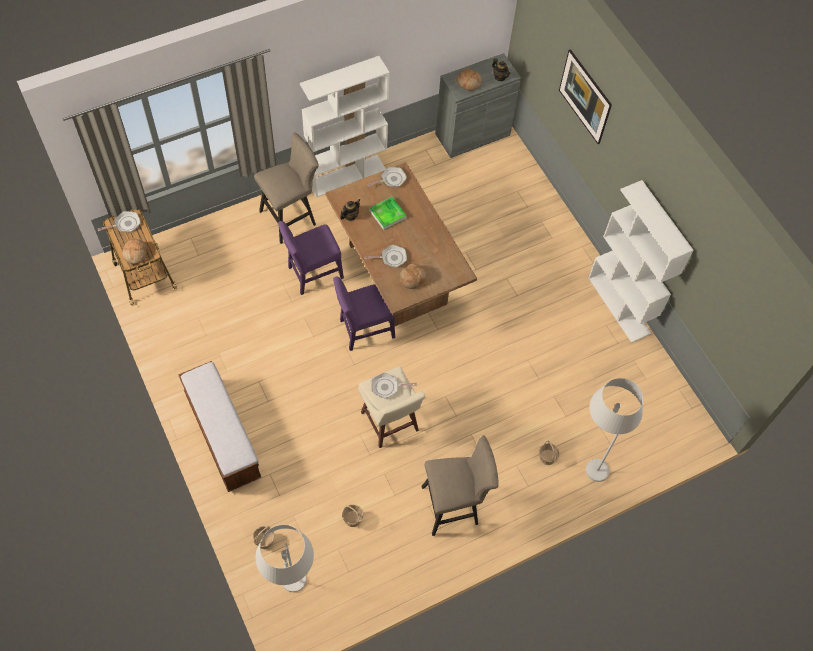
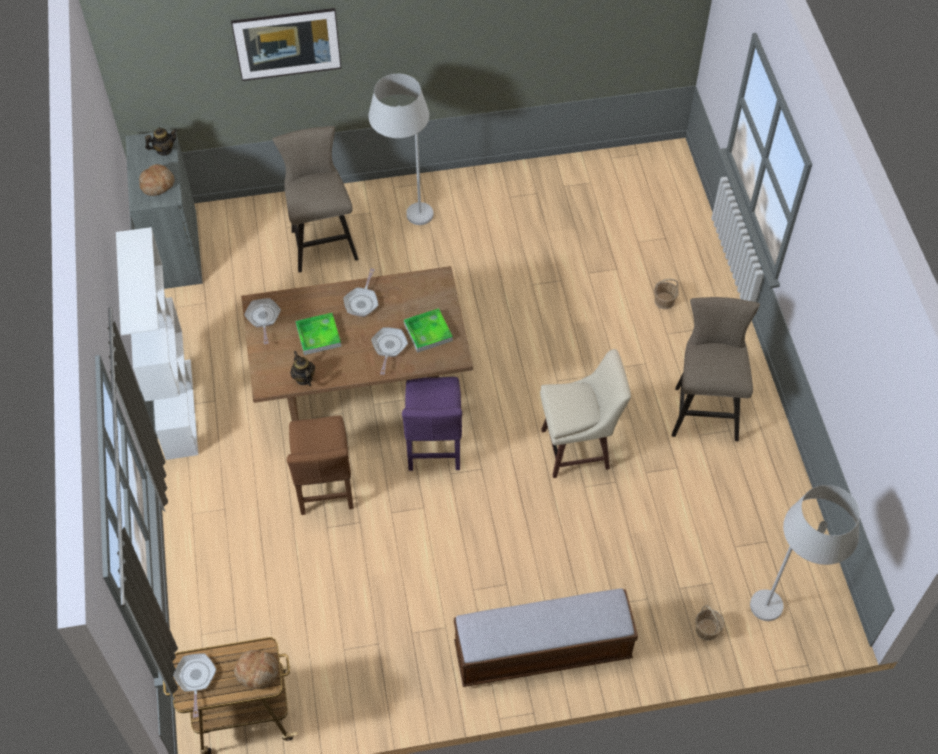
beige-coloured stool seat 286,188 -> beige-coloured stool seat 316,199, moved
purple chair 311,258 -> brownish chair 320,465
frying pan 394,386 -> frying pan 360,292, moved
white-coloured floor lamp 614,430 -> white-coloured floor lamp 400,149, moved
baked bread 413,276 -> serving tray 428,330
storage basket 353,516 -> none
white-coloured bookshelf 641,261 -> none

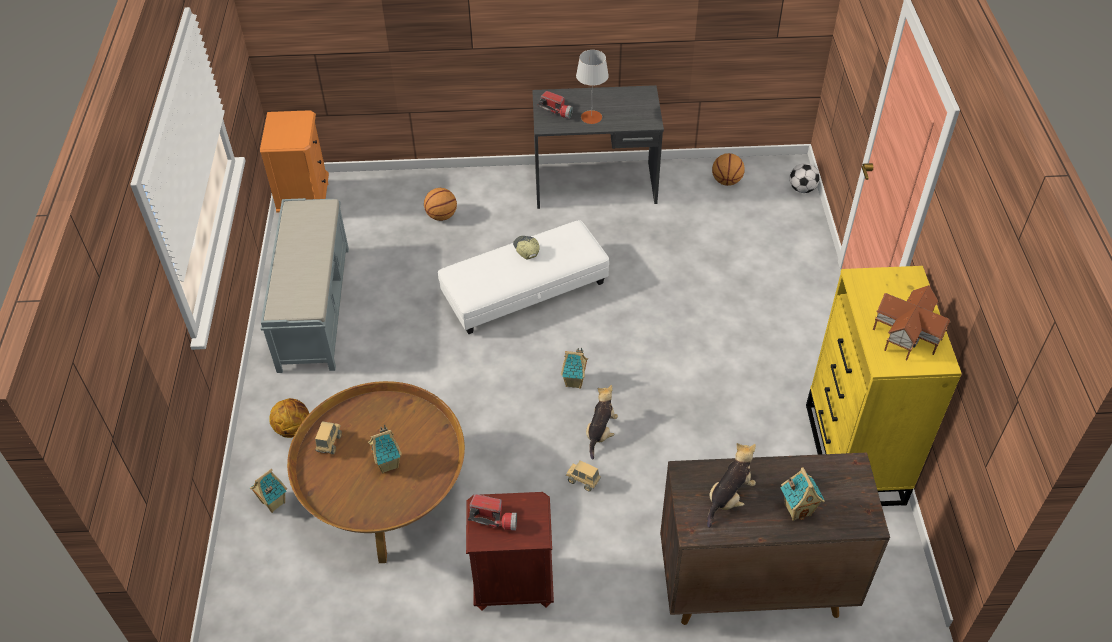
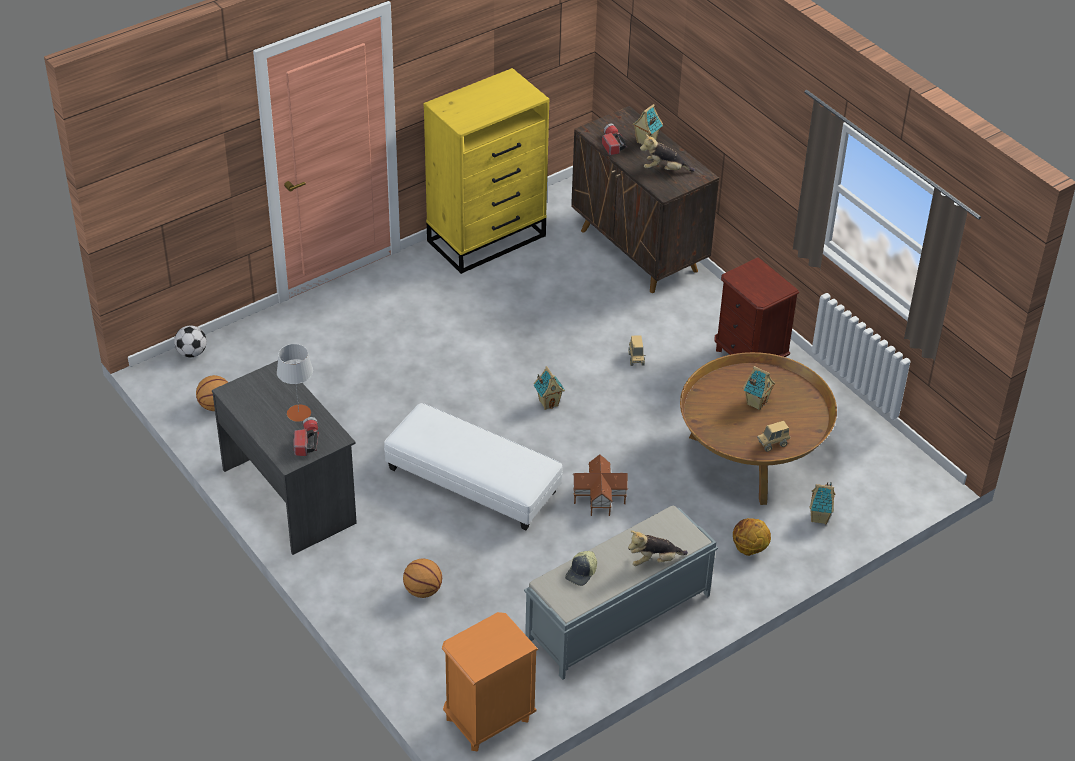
baseball cap 526,247 -> baseball cap 581,568, moved
miniature house 912,322 -> miniature house 600,485, moved
torch 492,512 -> torch 615,139, moved
plush toy 602,422 -> plush toy 658,548, moved

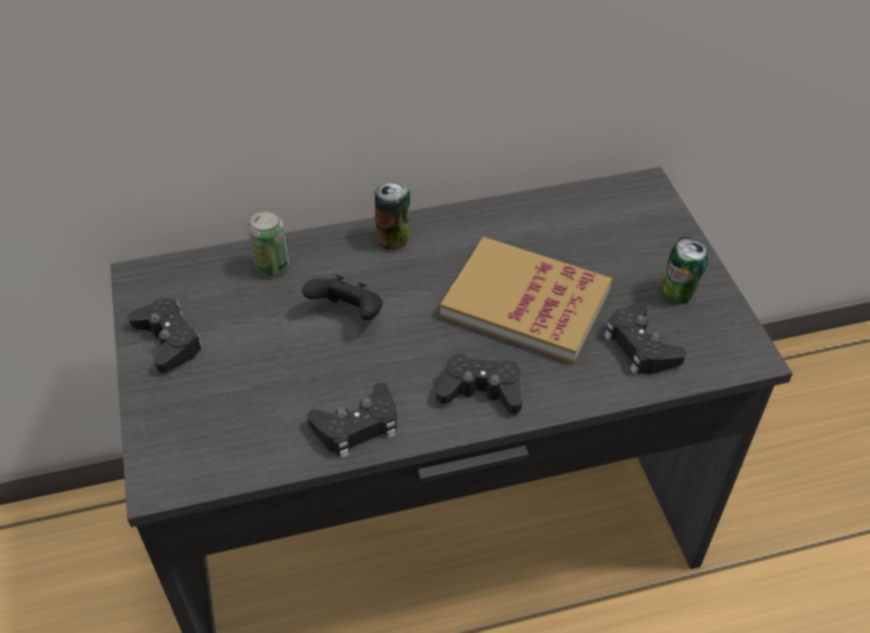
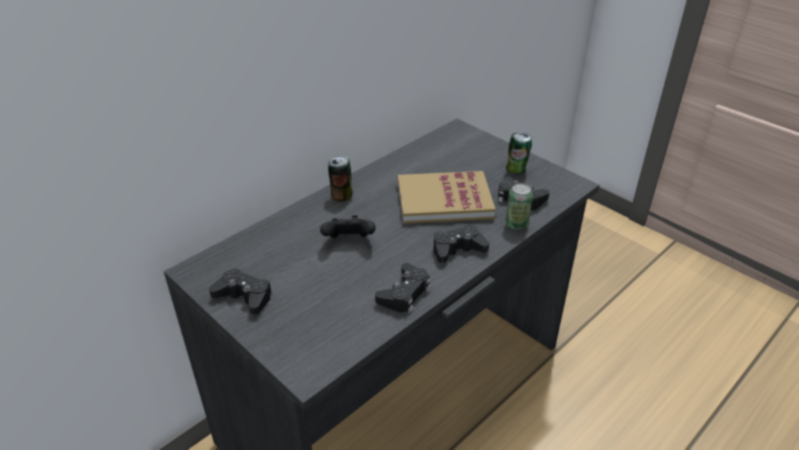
sealed can 268,243 -> sealed can 519,206, moved

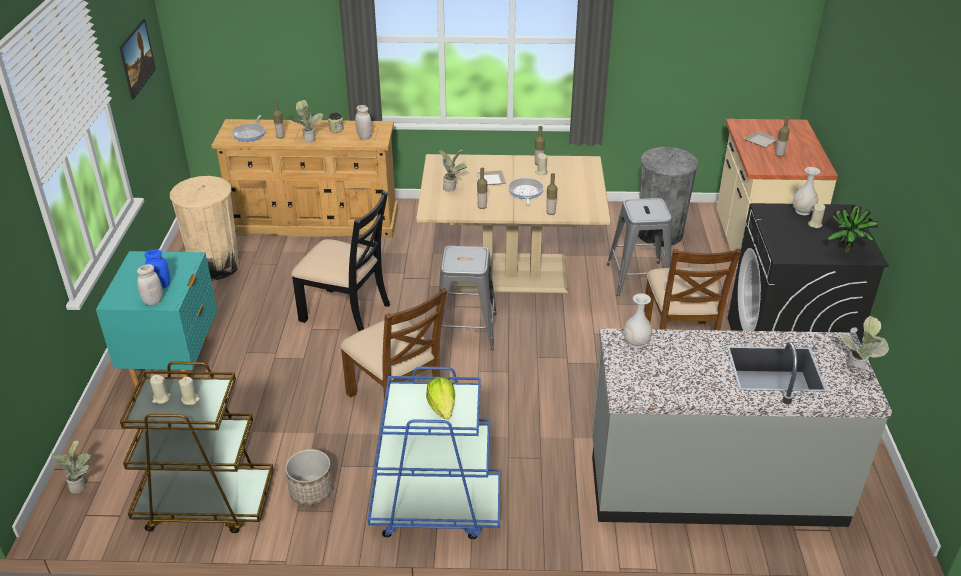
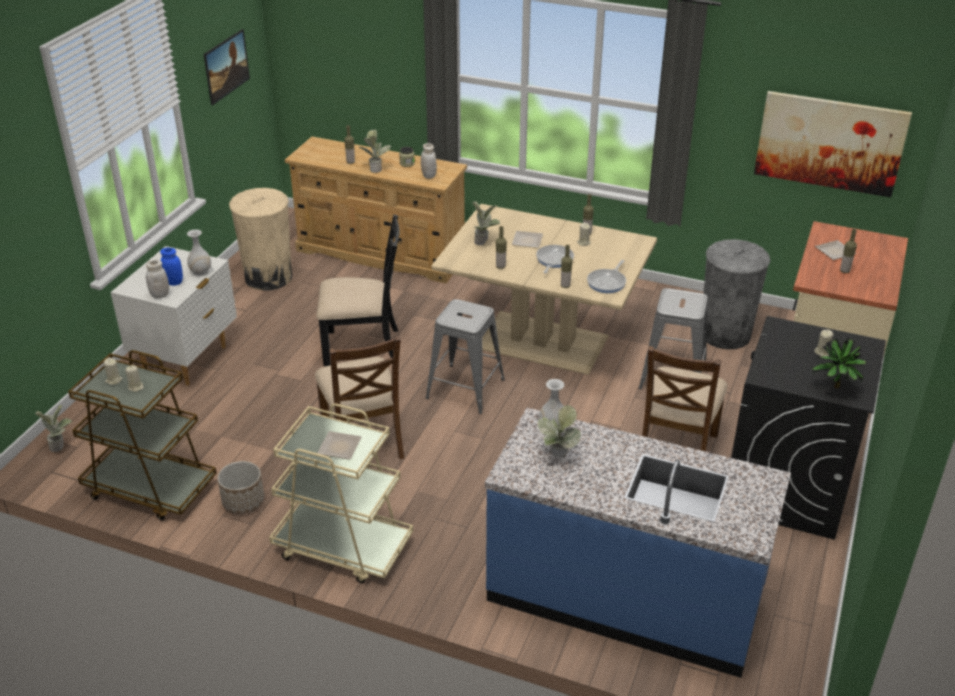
blue-green bedside table 156,320 -> white-coloured bedside table 174,316
white-coloured vase 806,191 -> white-coloured vase 199,252, moved
bluish trolley 433,453 -> beige-coloured trolley 341,493
black-coloured chair 340,261 -> black-coloured chair 358,290, 45 degrees counterclockwise
lettuce 440,398 -> dinner plate 339,445
greyish kitchen counter 742,427 -> bluish kitchen counter 638,543
houseplant 864,342 -> houseplant 559,431, moved
frying pan 248,128 -> frying pan 606,276, moved
none -> wall picture 833,144

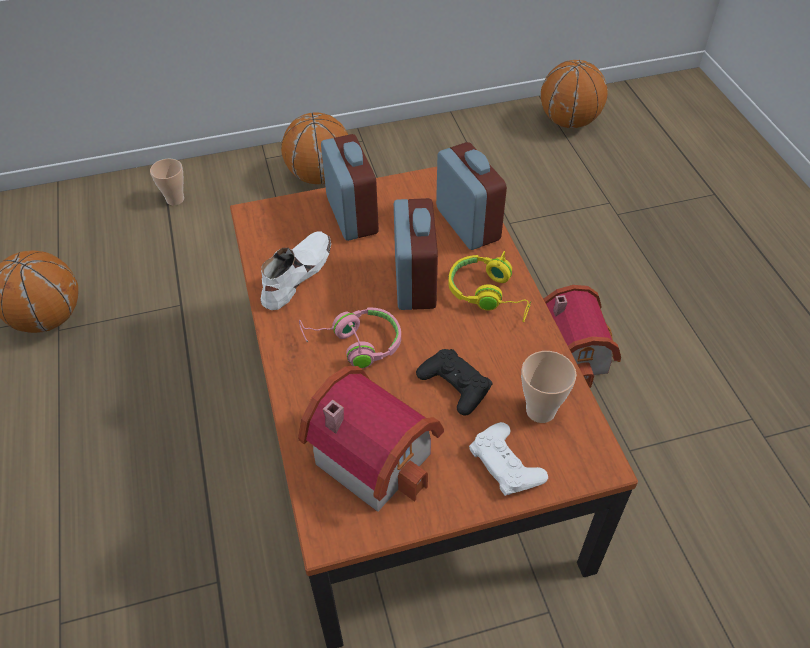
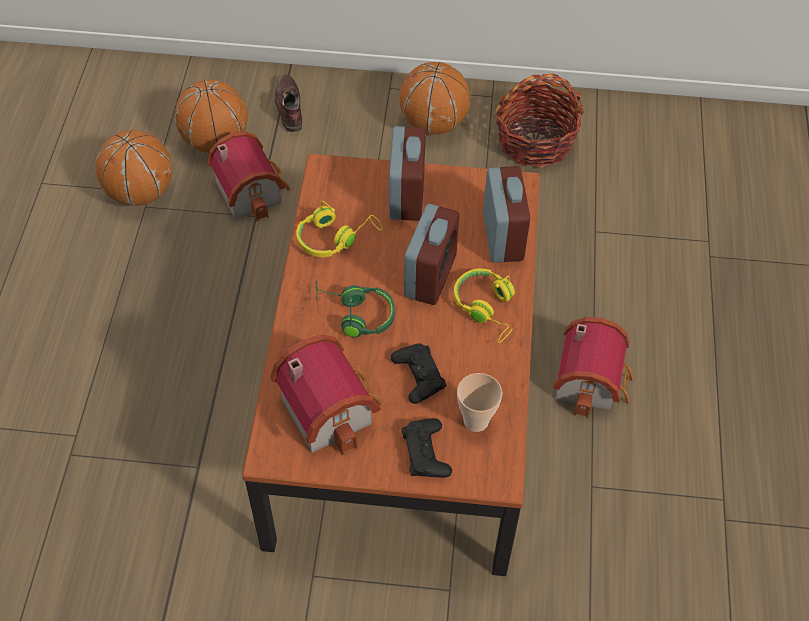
basketball 574,94 -> basketball 211,116, moved
none -> miniature house 248,176
small cup 167,182 -> brownish shoe 288,103
white-coloured shoe 296,271 -> yellow-coloured headphones 339,229
pink headphones 350,338 -> greenish headphones 355,308
white-coloured gamepad 508,459 -> black-coloured gamepad 427,448
none -> storage basket 539,121

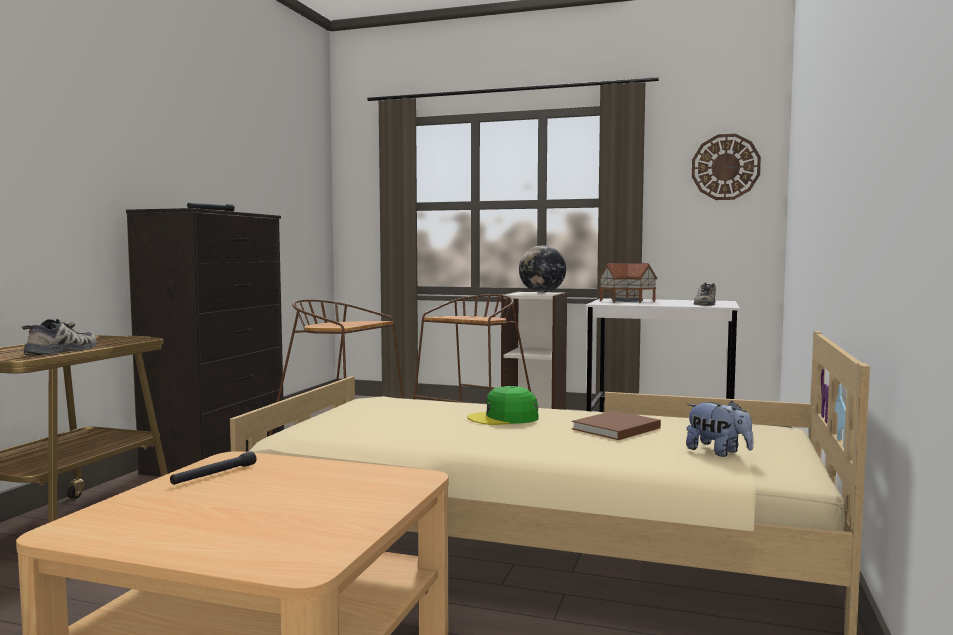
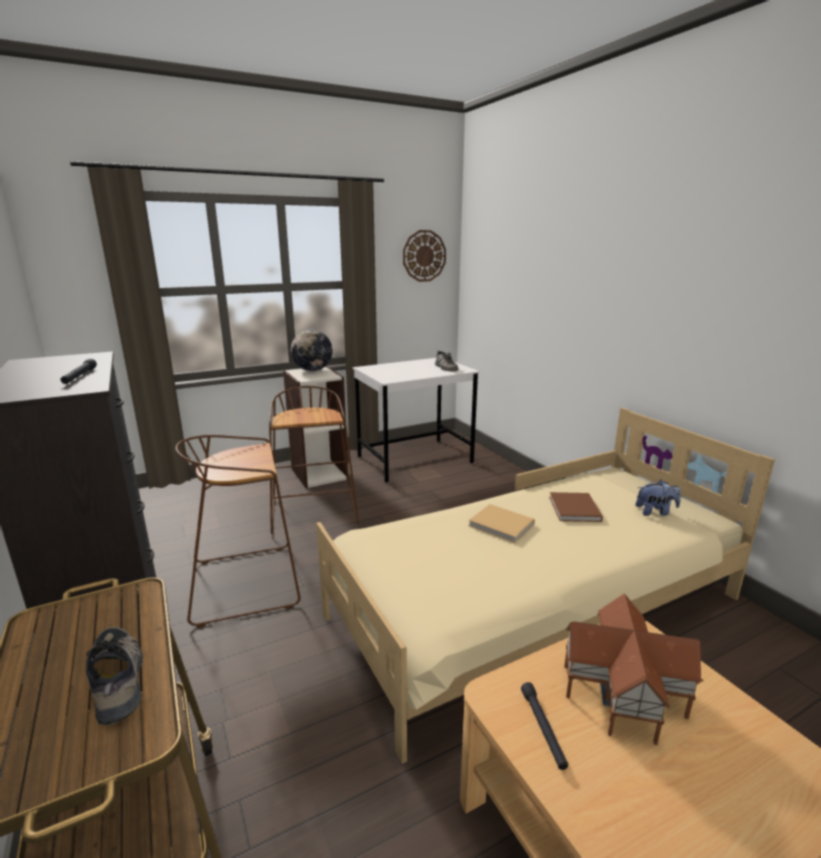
greenish baseball cap 503,405 -> beige-coloured book 501,523
miniature house 628,283 -> miniature house 633,669, moved

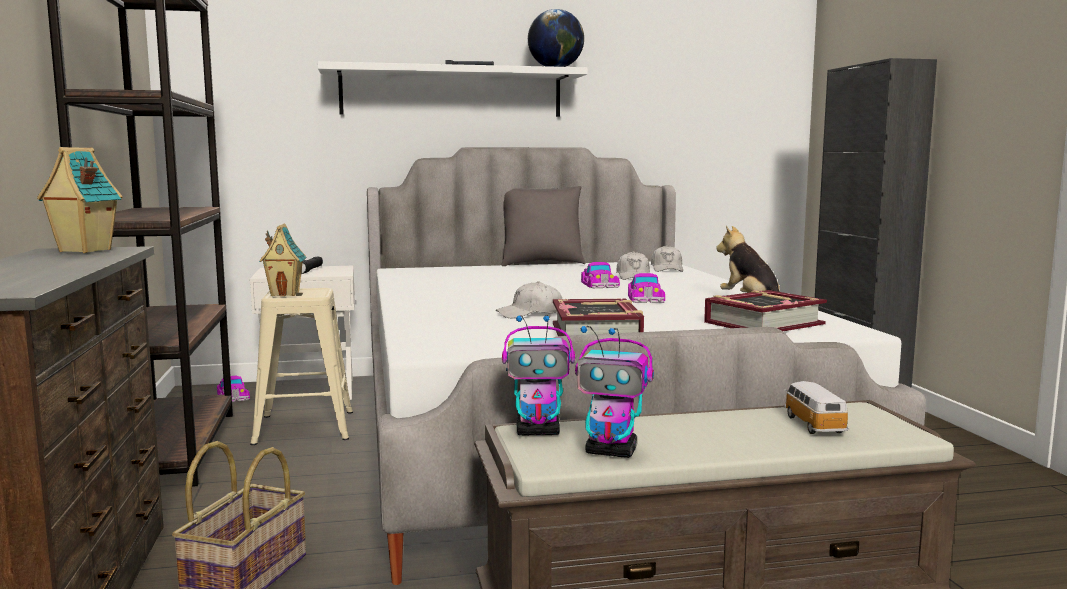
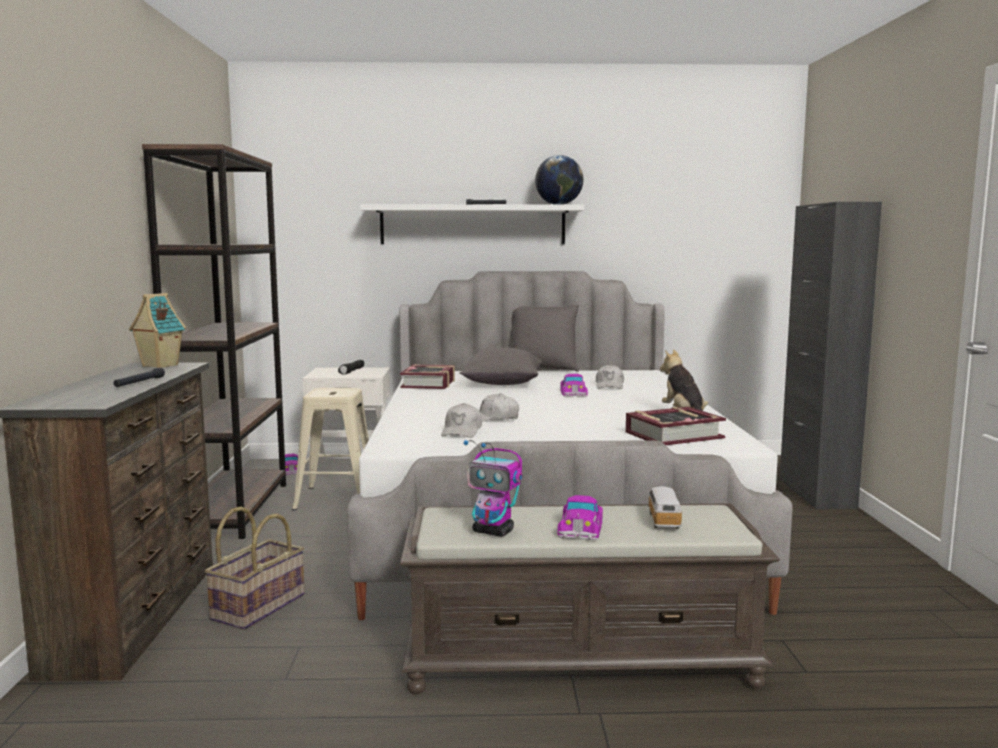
none -> black-coloured torch 139,377
book 598,317 -> book 427,376, moved
white-coloured baseball cap 667,258 -> white-coloured baseball cap 461,420, moved
none -> greyish throw pillow 500,366
toy car 646,288 -> toy car 580,517, moved
miniature house 283,260 -> none
robot figure 538,375 -> none

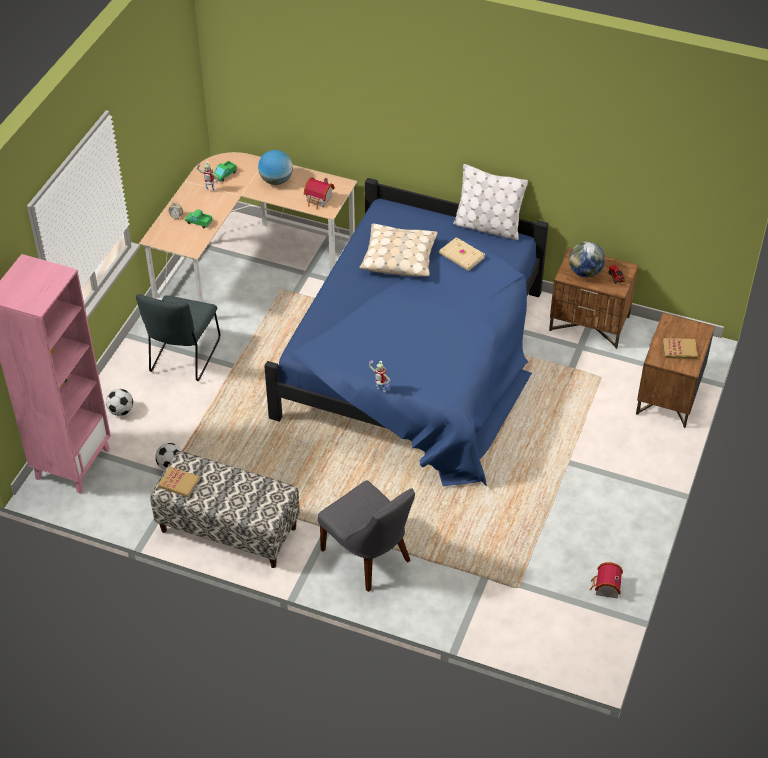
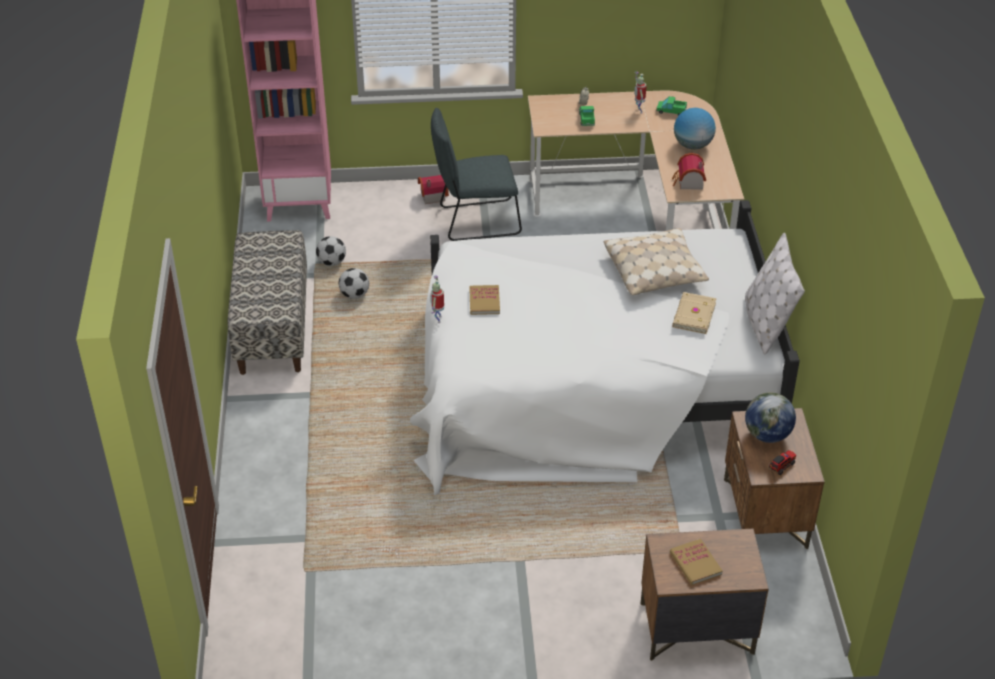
football 119,402 -> football 354,283, moved
bluish bed 406,332 -> white-coloured bed 605,347
miniature house 606,580 -> miniature house 433,189, moved
book 179,482 -> book 484,300, moved
greyish chair 366,536 -> none

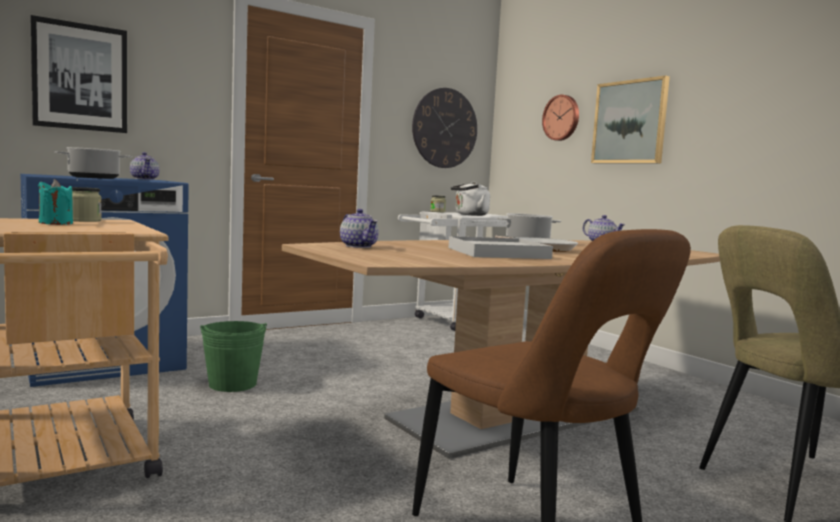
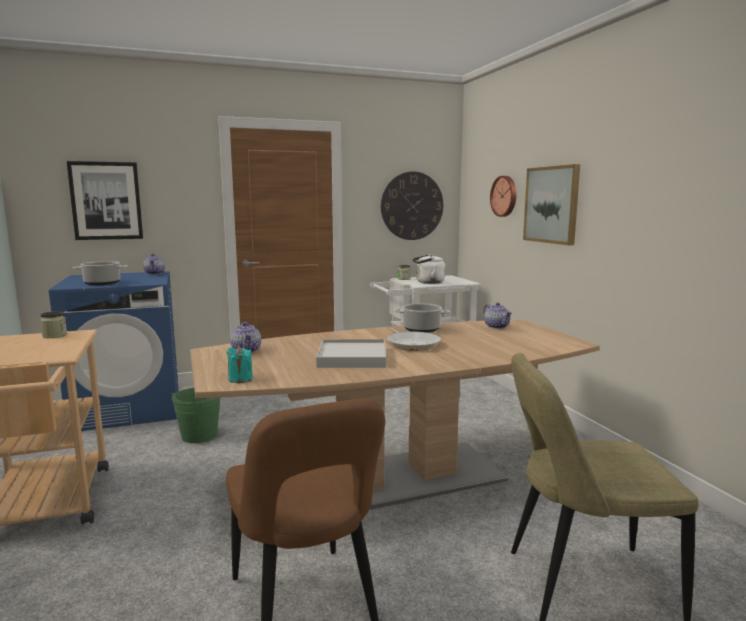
blue-green candle 55,202 -> blue-green candle 240,364, moved

